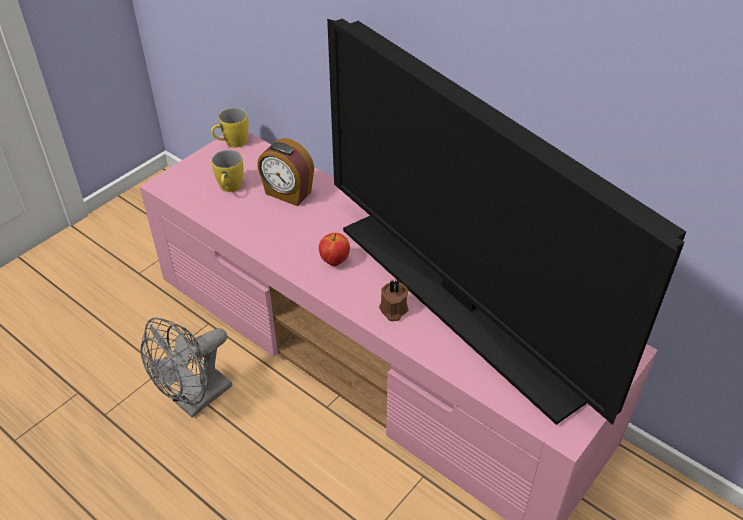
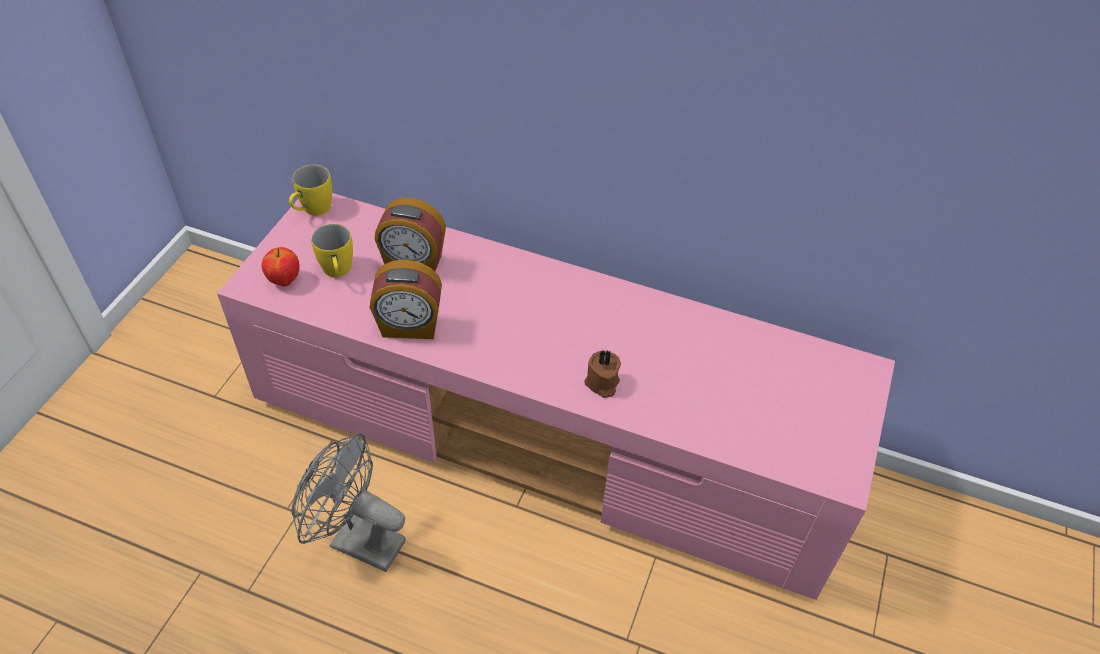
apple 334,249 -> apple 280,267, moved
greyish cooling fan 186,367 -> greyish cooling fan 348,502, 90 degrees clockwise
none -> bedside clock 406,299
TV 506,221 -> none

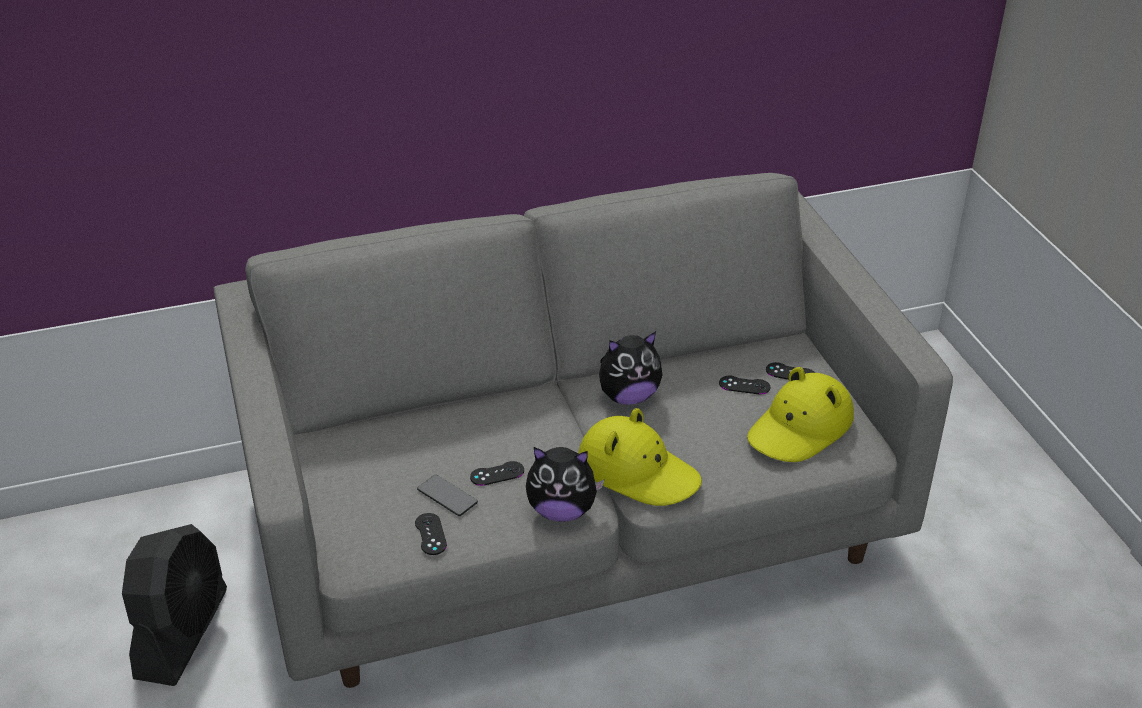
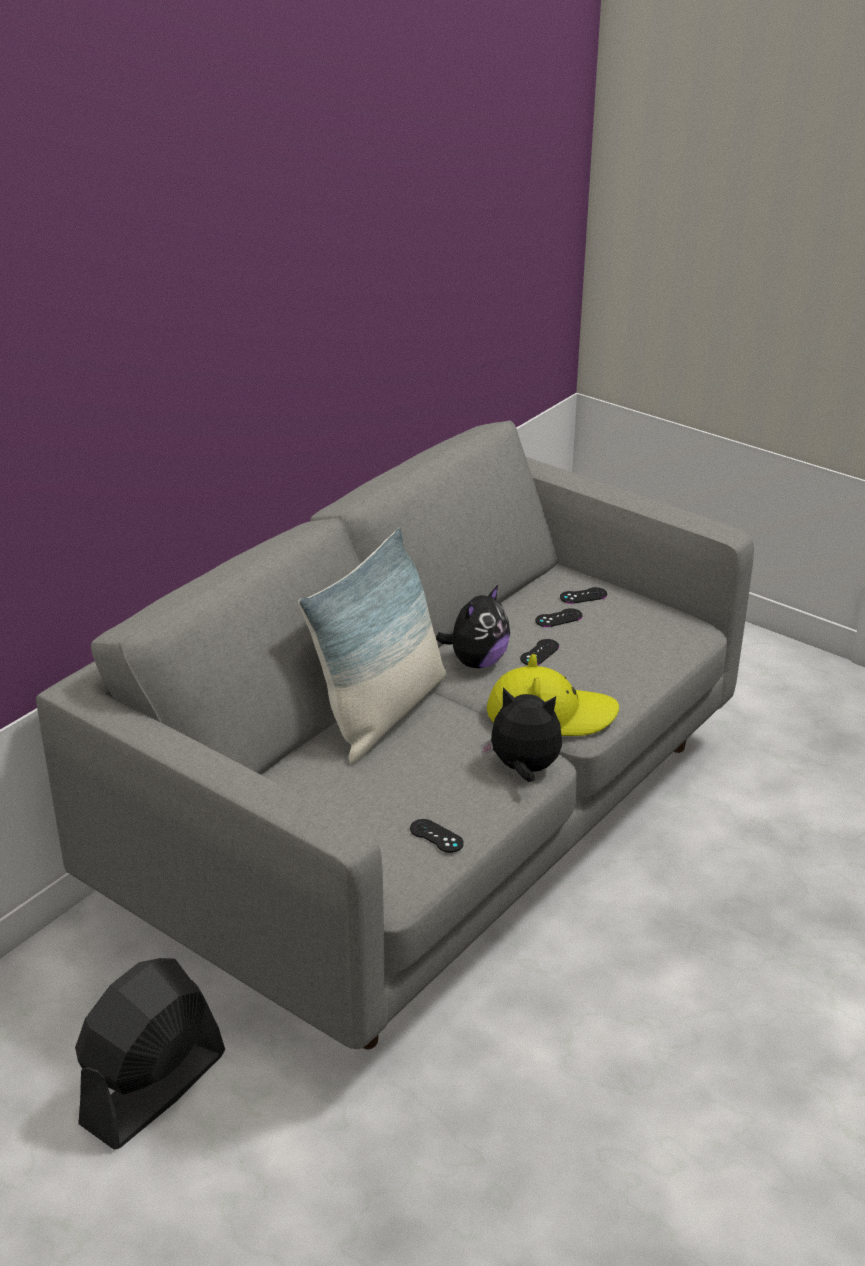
black-coloured cooling fan 174,605 -> black-coloured cooling fan 150,1054, 120 degrees counterclockwise
none -> throw pillow 372,646
plush toy 565,484 -> plush toy 521,734, 135 degrees counterclockwise
black-coloured gamepad 497,473 -> black-coloured gamepad 539,652, moved
handset 447,495 -> none
yellow-coloured wearable hat 800,414 -> none

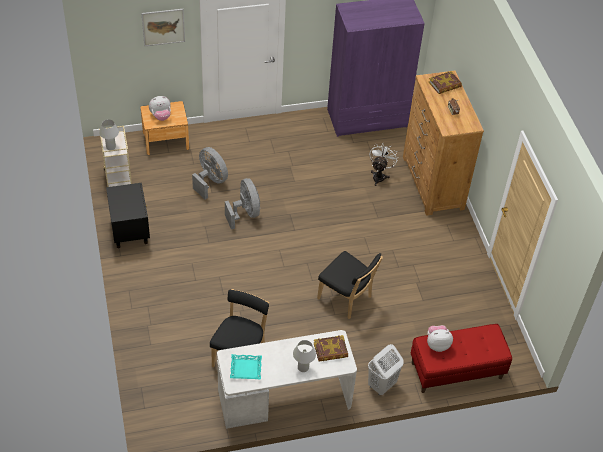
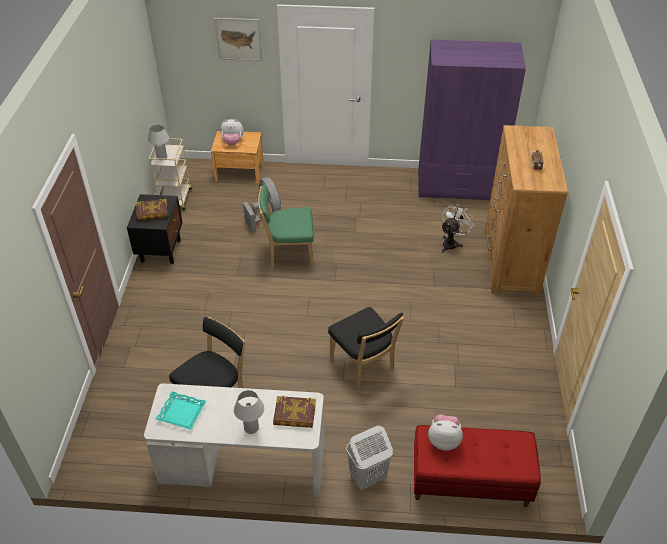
book 445,82 -> book 151,210, moved
greyish cooling fan 242,203 -> greenish chair 286,226

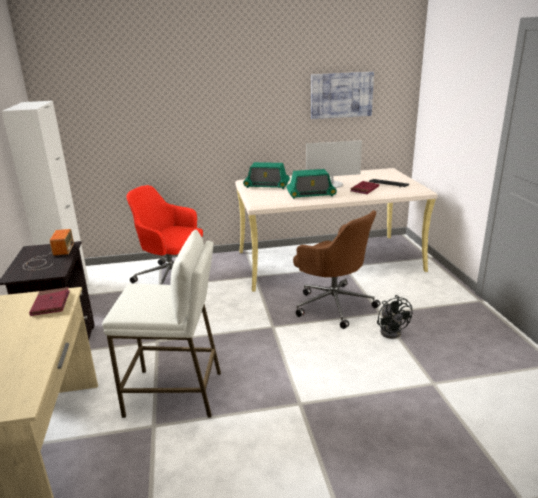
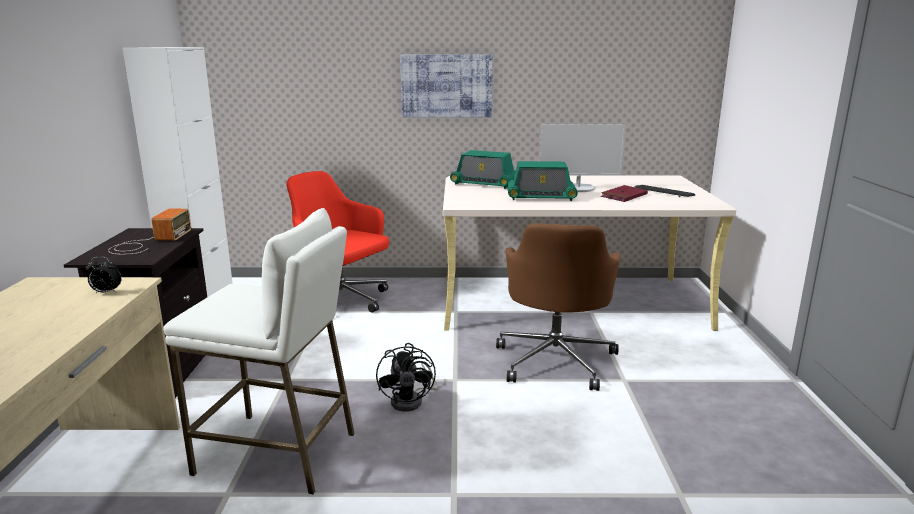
red book 49,301 -> bedside clock 104,275
black-coloured cooling fan 394,317 -> black-coloured cooling fan 407,377, moved
wall picture 342,95 -> wall picture 446,85, moved
brownish office chair 336,269 -> brownish office chair 558,307, 45 degrees clockwise

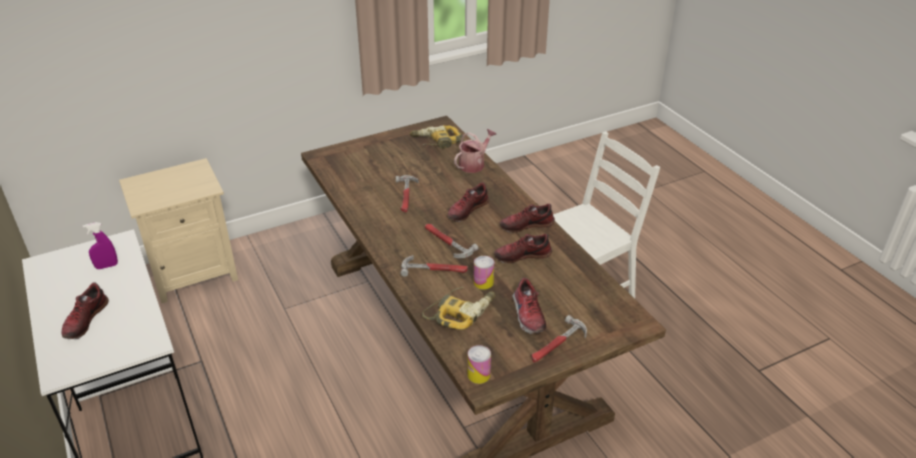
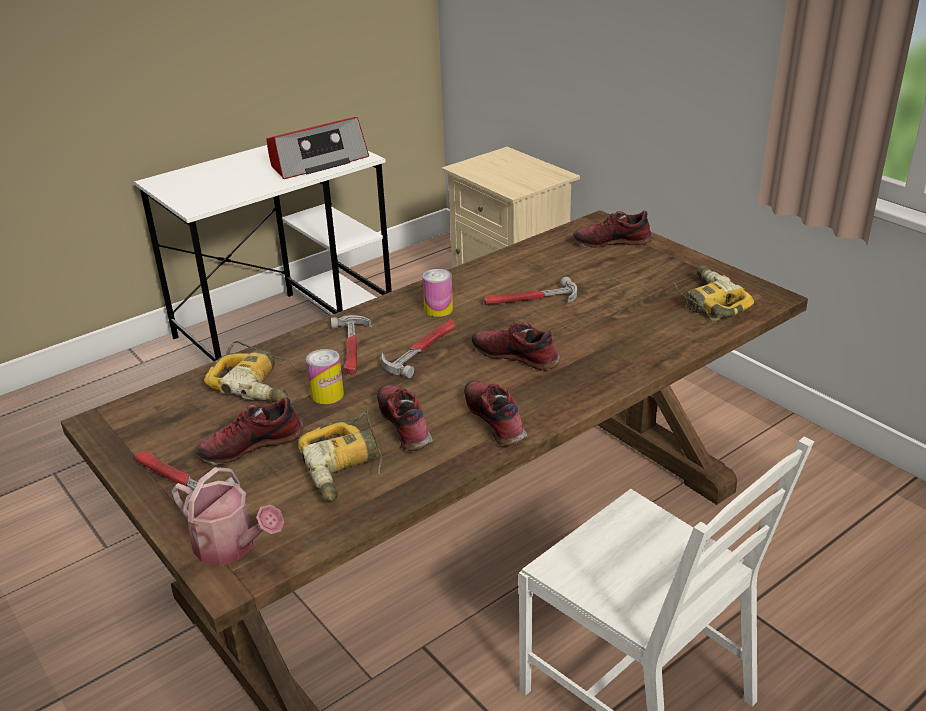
sprinkling can 475,151 -> sprinkling can 227,516, moved
purple sprayer 100,245 -> radio set 317,148
none -> drill 340,457
sealed can 479,364 -> sealed can 437,293, moved
shoe 85,310 -> shoe 613,229, moved

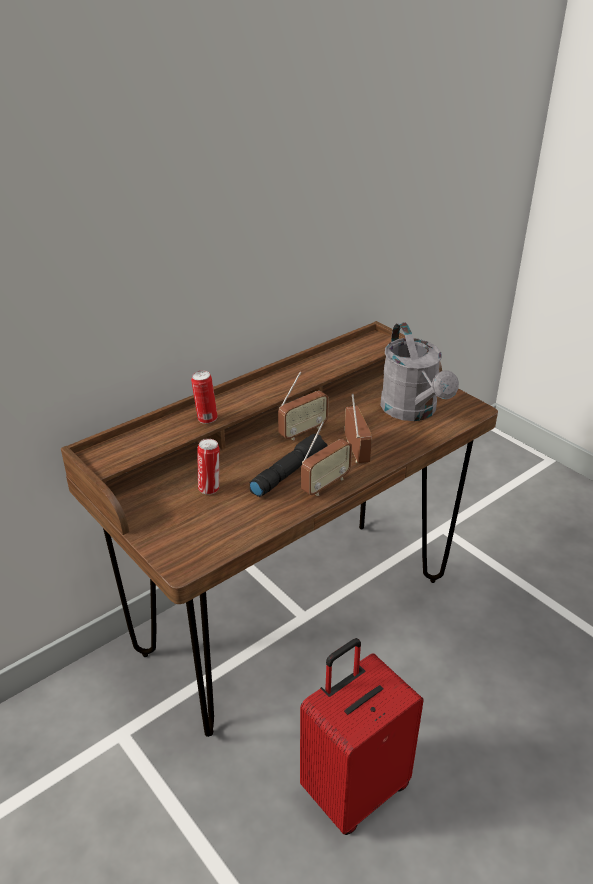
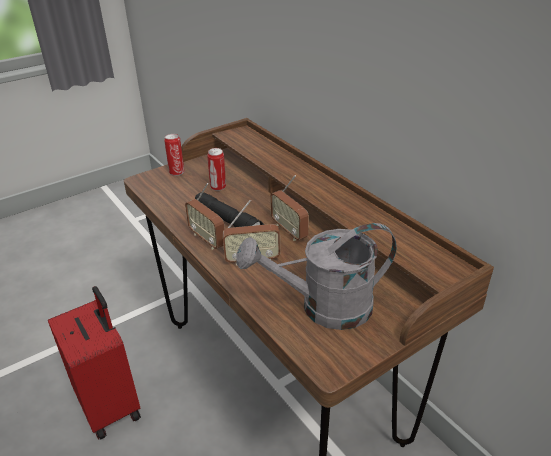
sealed can 204,397 -> sealed can 174,155, moved

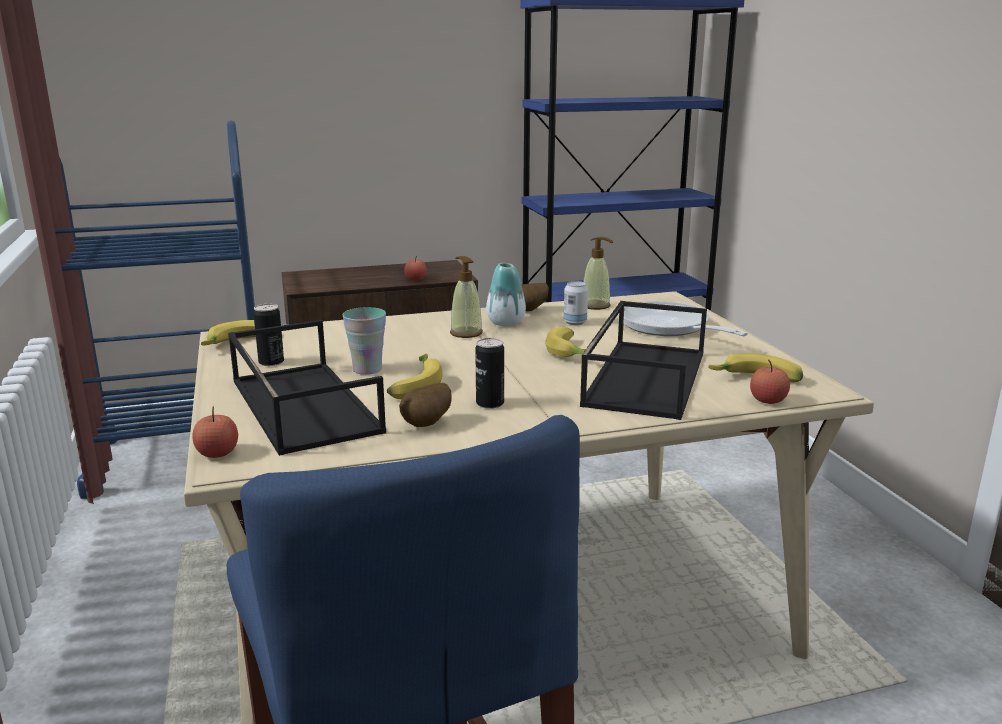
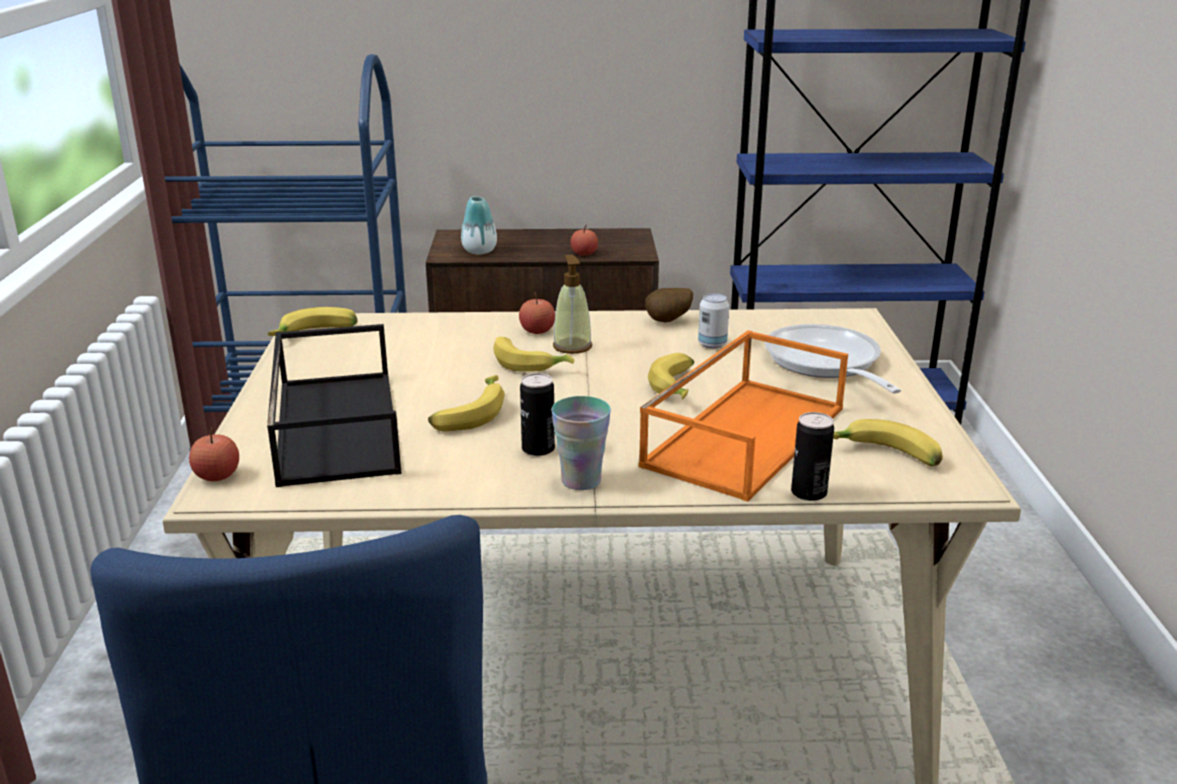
vase 506,294 -> vase 479,225, moved
none -> banana 533,354
apple 770,382 -> apple 537,313, moved
small cup 364,341 -> small cup 581,443, moved
black-coloured serving tray 643,360 -> orange serving tray 743,416
sealed can 268,335 -> sealed can 812,456, moved
whole potato 425,405 -> none
soap dispenser 598,273 -> none

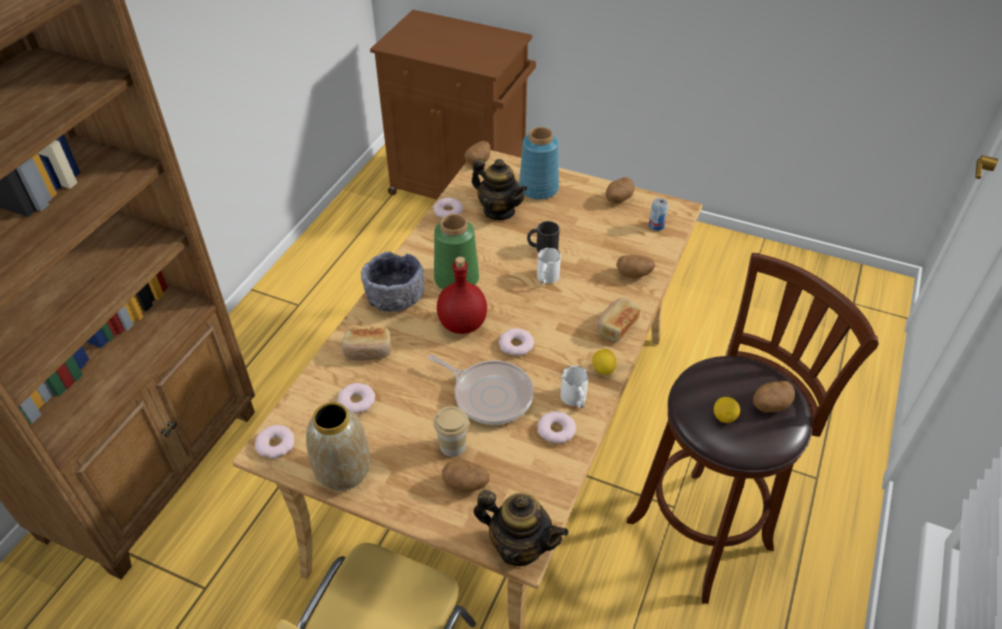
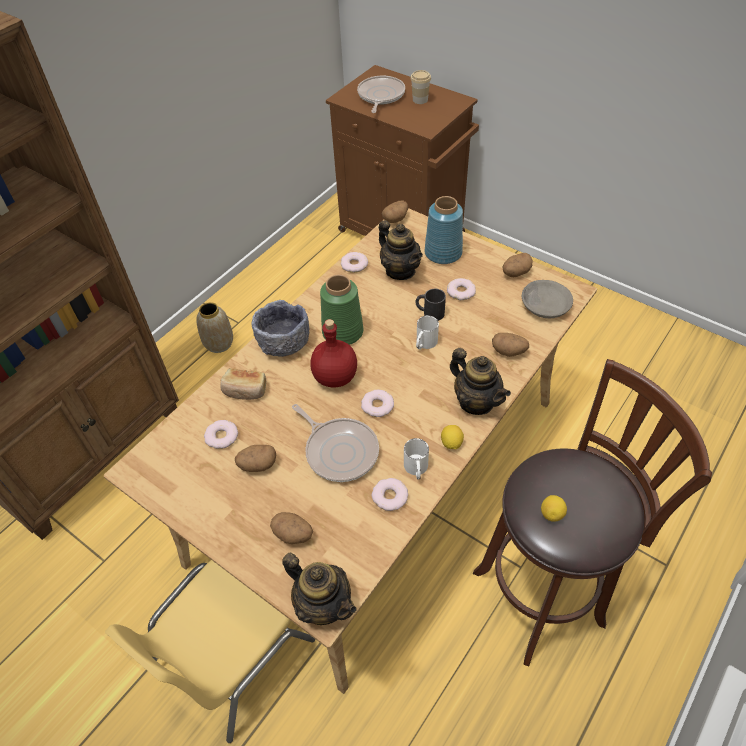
vase 338,446 -> vase 214,327, moved
whole potato 774,397 -> whole potato 255,458, moved
none -> frying pan 381,94
small cup 451,432 -> small cup 420,87, moved
donut 274,442 -> donut 461,289, moved
baked bread 618,320 -> teapot 480,381
sealed can 658,214 -> greyish deep dish 547,299

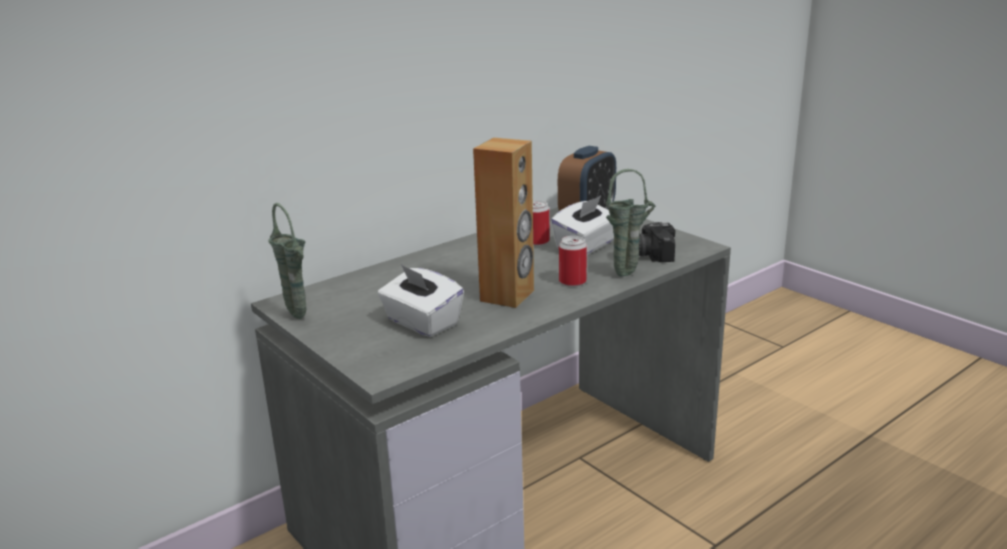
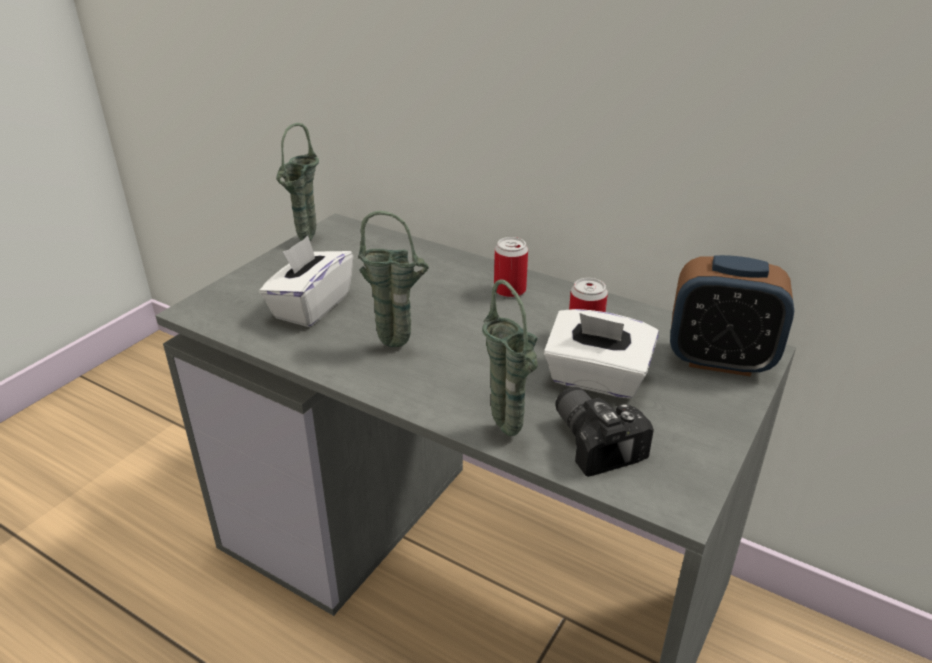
brownish speaker 503,222 -> greenish vase 393,279
sealed can 573,261 -> sealed can 511,267, moved

